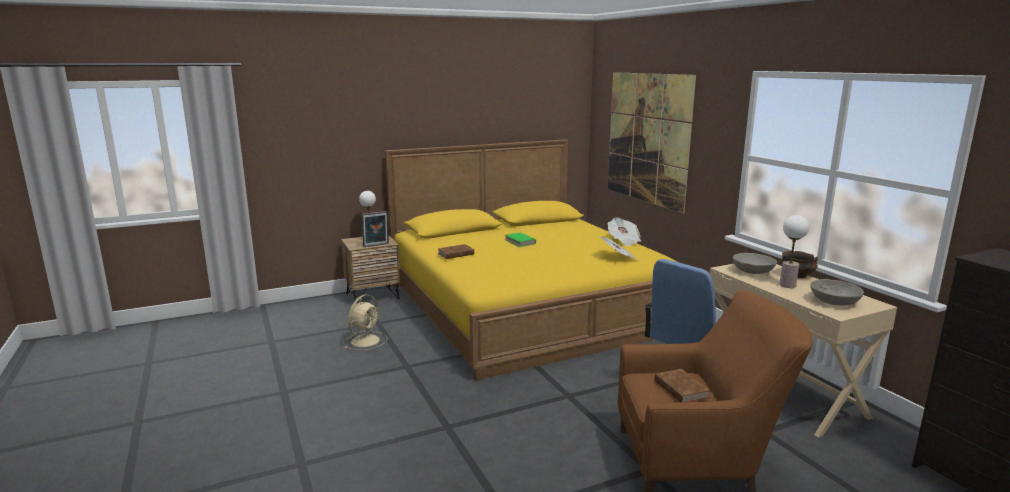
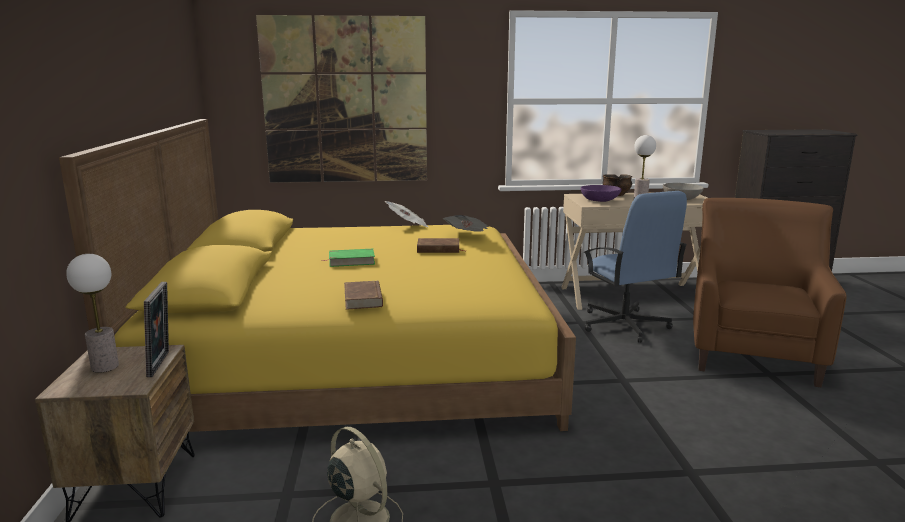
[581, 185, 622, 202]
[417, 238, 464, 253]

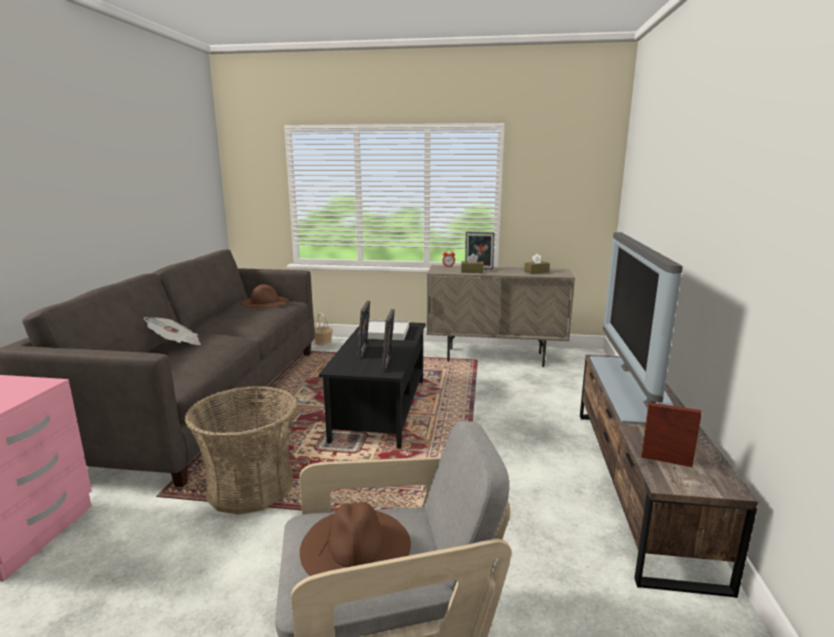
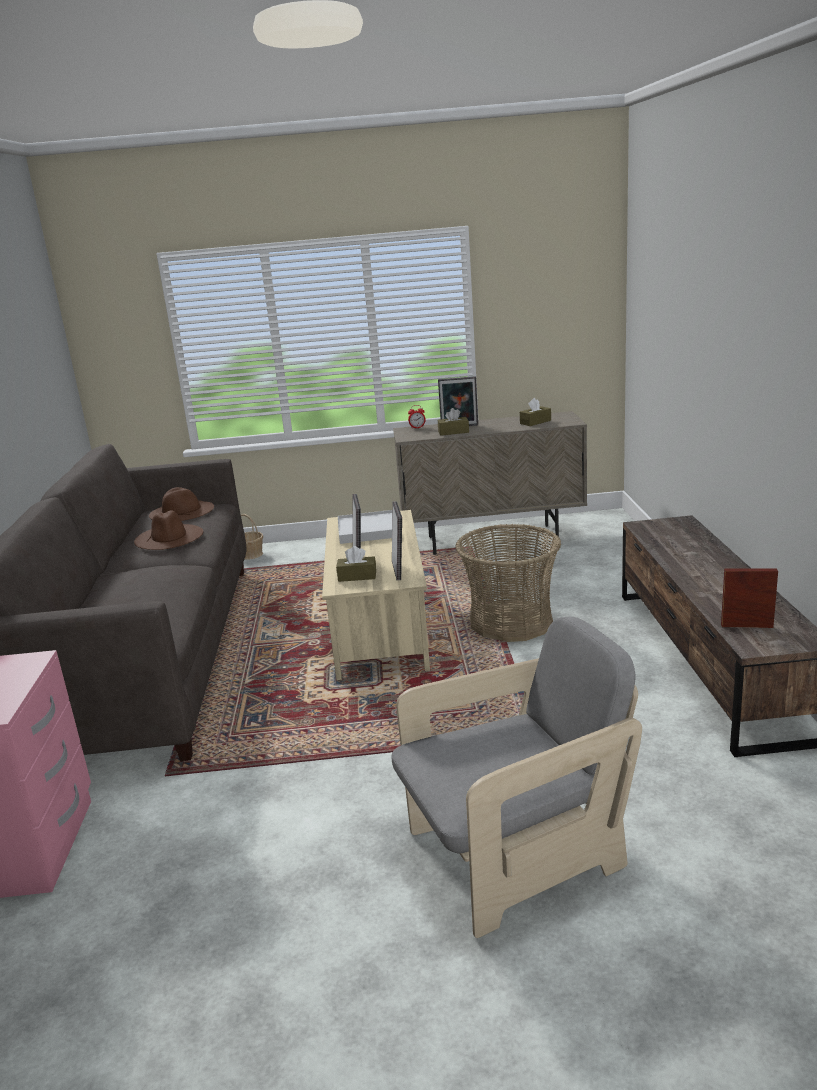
[590, 232, 683, 424] (first image)
[143, 317, 201, 345] (first image)
[322, 510, 430, 680]
[455, 524, 561, 642]
[134, 510, 203, 550]
[336, 546, 376, 582]

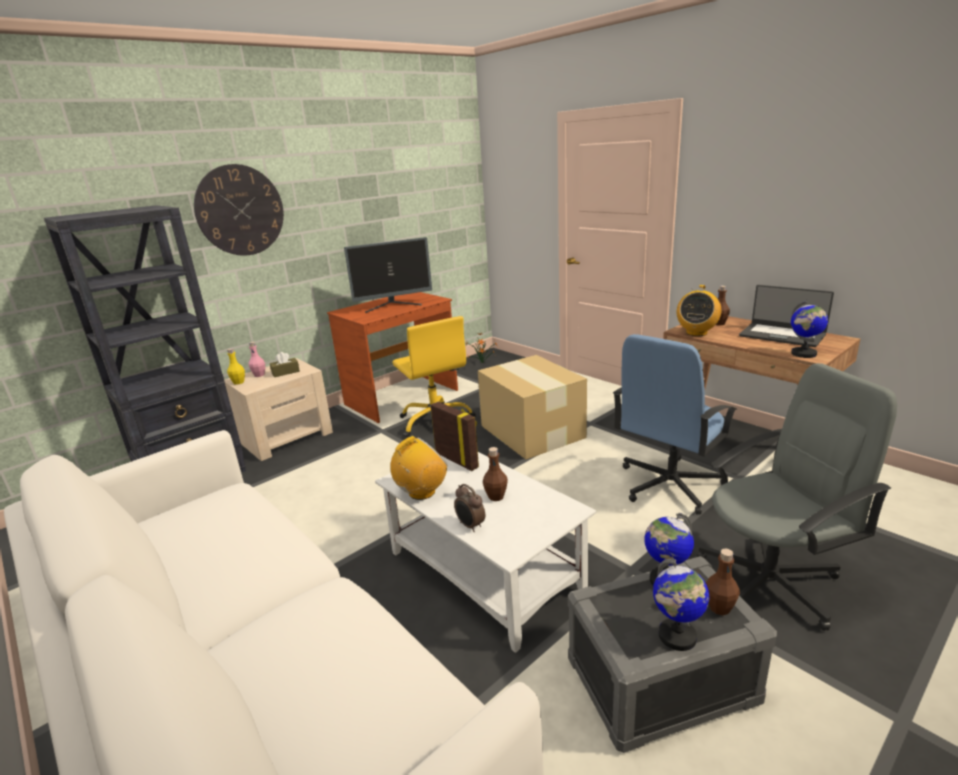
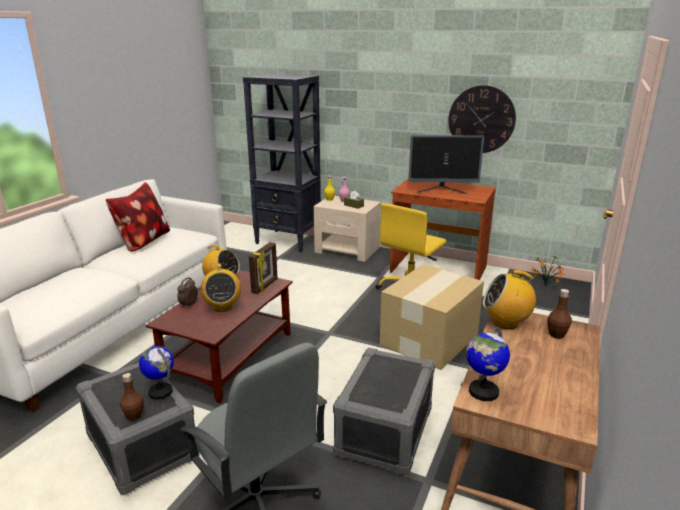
[448, 85, 516, 153]
[408, 135, 484, 194]
[739, 285, 834, 347] (first image)
[333, 348, 435, 475]
[201, 264, 241, 312]
[146, 270, 293, 403]
[653, 559, 709, 651] (first image)
[106, 182, 170, 252]

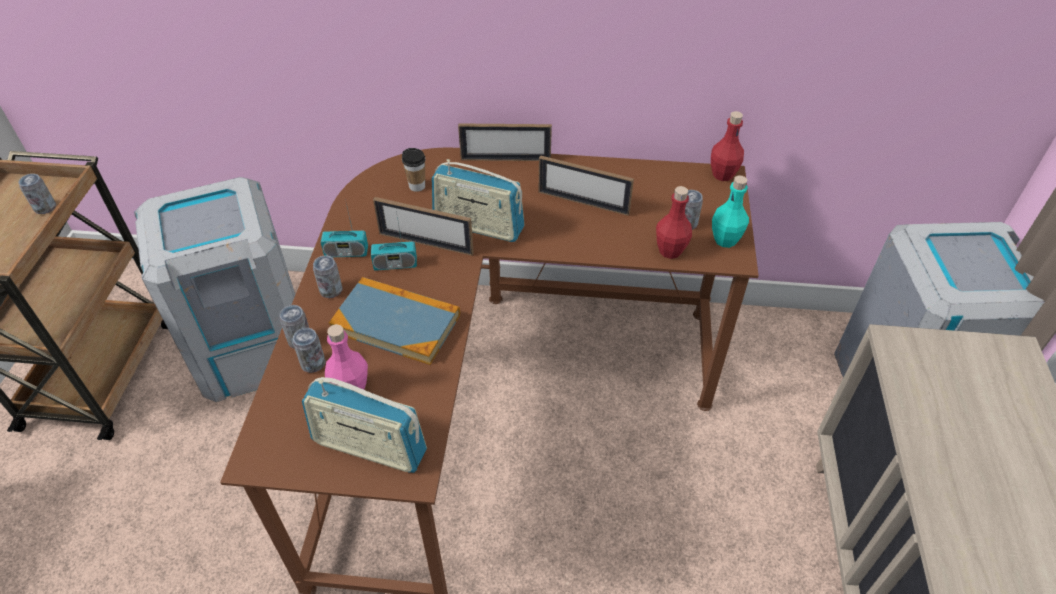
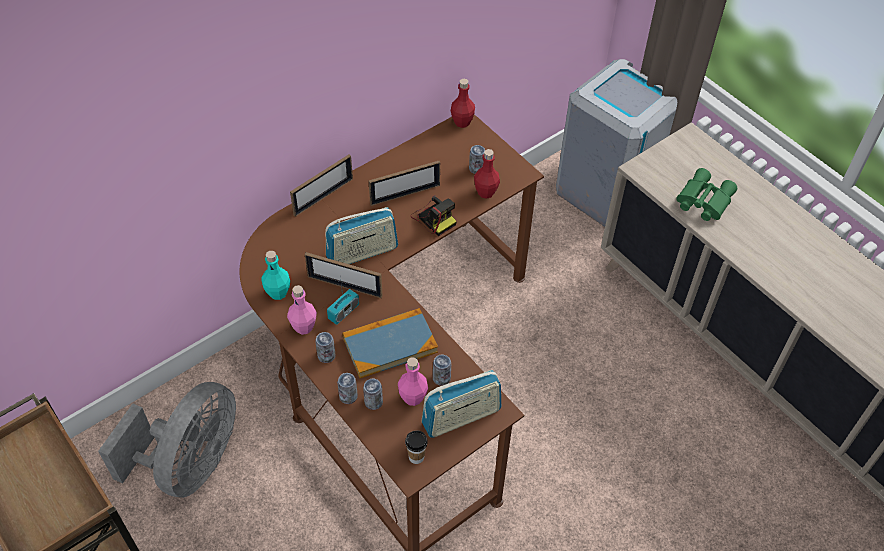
[405, 431, 428, 464]
[433, 355, 451, 386]
[261, 251, 290, 300]
[98, 382, 236, 498]
[305, 252, 383, 298]
[287, 285, 317, 335]
[676, 168, 737, 221]
[411, 195, 457, 236]

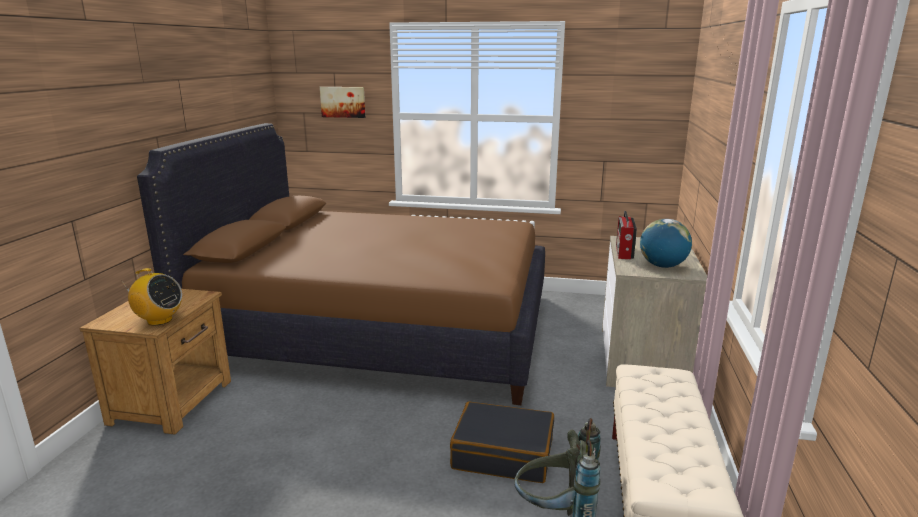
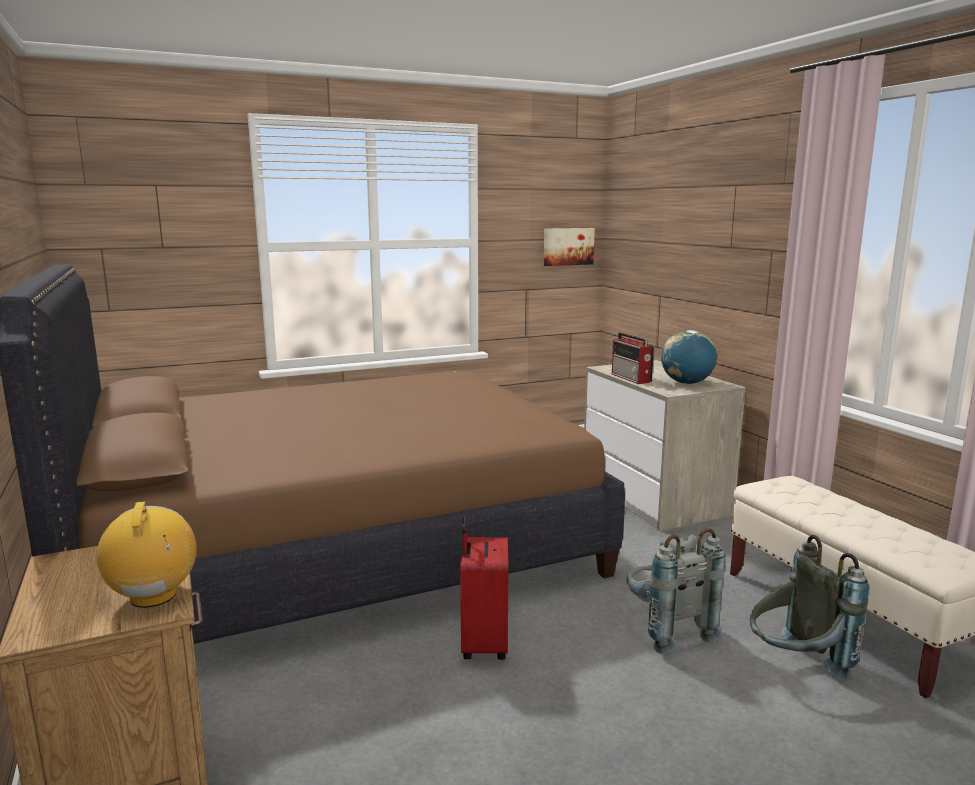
[544, 228, 595, 266]
[97, 501, 197, 608]
[626, 528, 725, 654]
[460, 517, 508, 660]

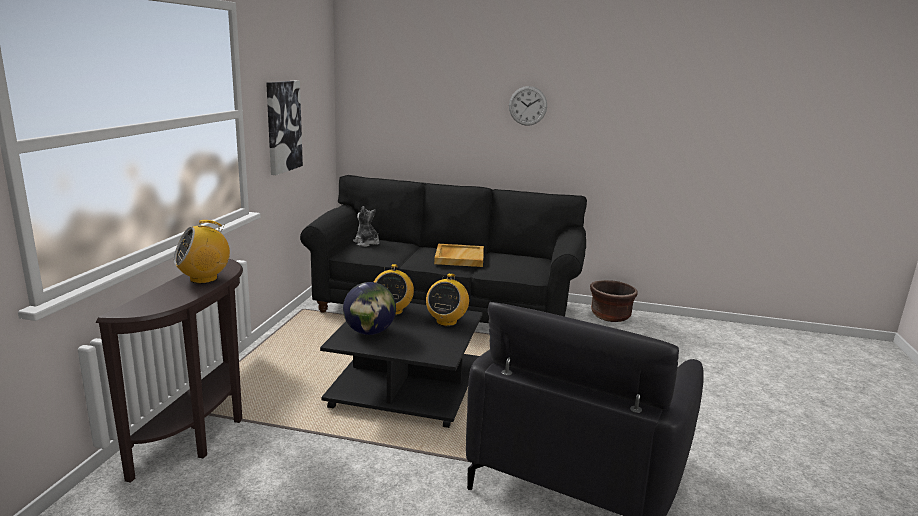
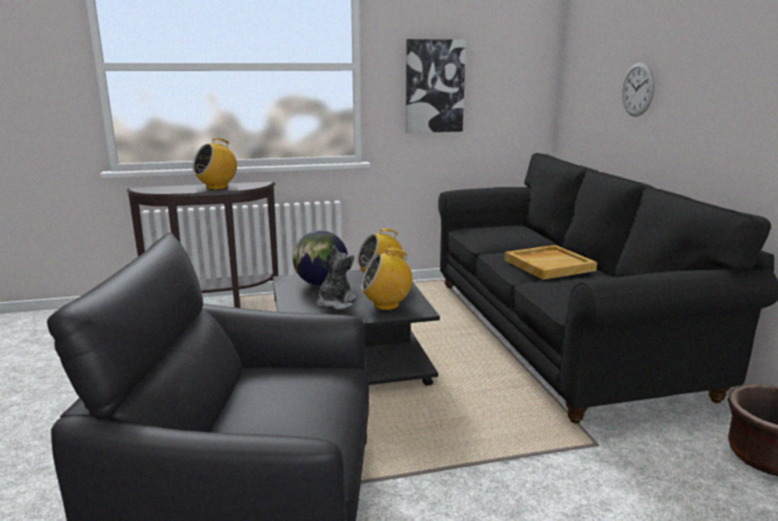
[621, 62, 655, 117]
[317, 245, 356, 310]
[193, 138, 237, 190]

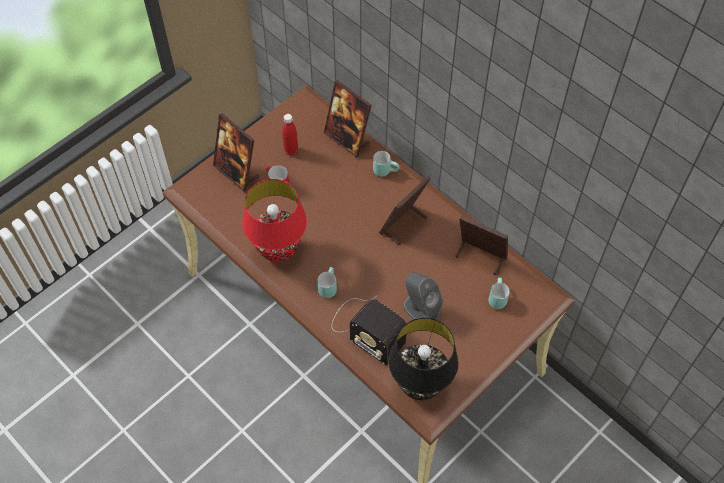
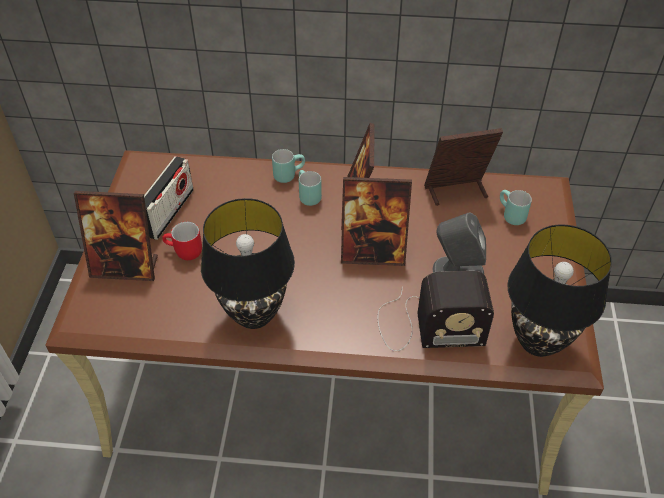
[341, 177, 412, 266]
[144, 156, 194, 240]
[201, 198, 295, 329]
[299, 170, 322, 206]

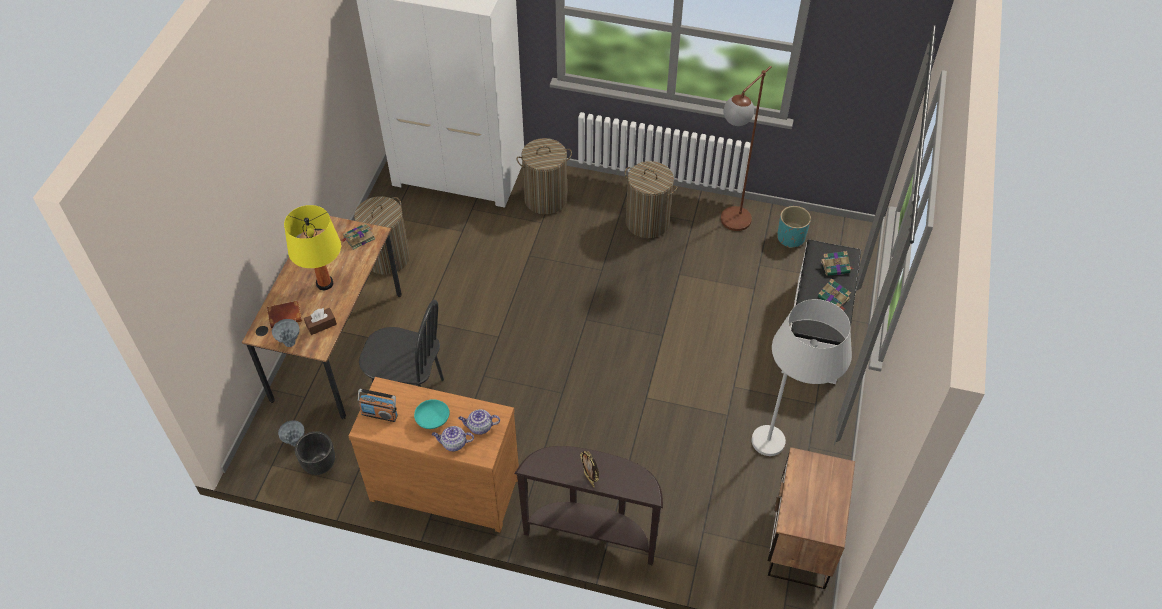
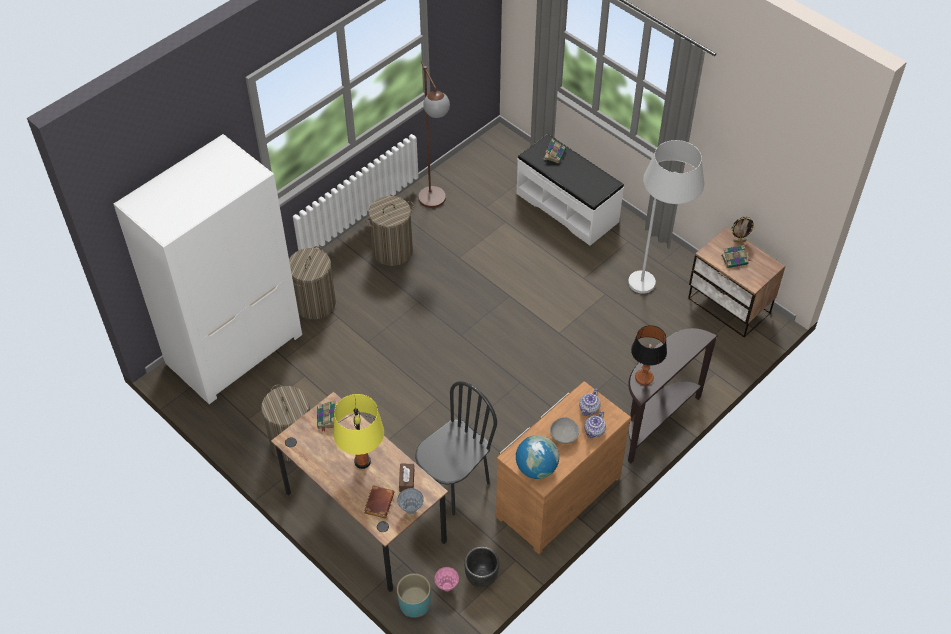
[397, 573, 431, 618]
[721, 245, 751, 268]
[516, 435, 559, 479]
[550, 417, 579, 444]
[434, 567, 459, 591]
[731, 217, 755, 242]
[631, 325, 667, 385]

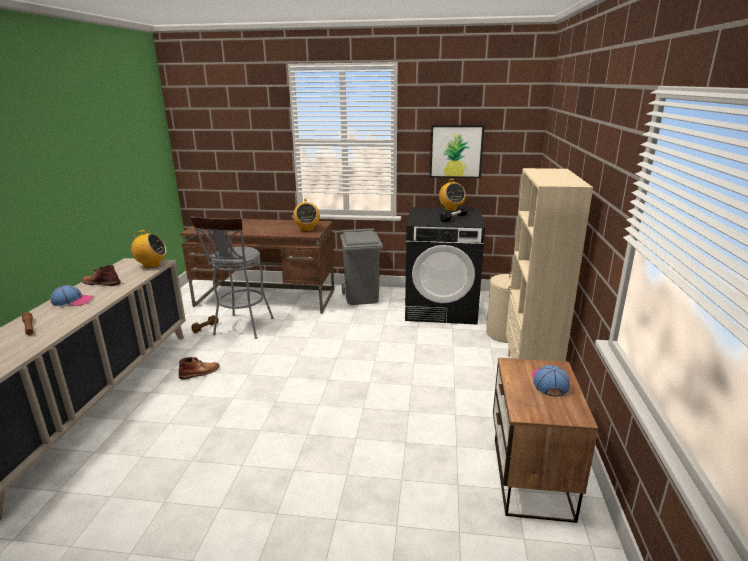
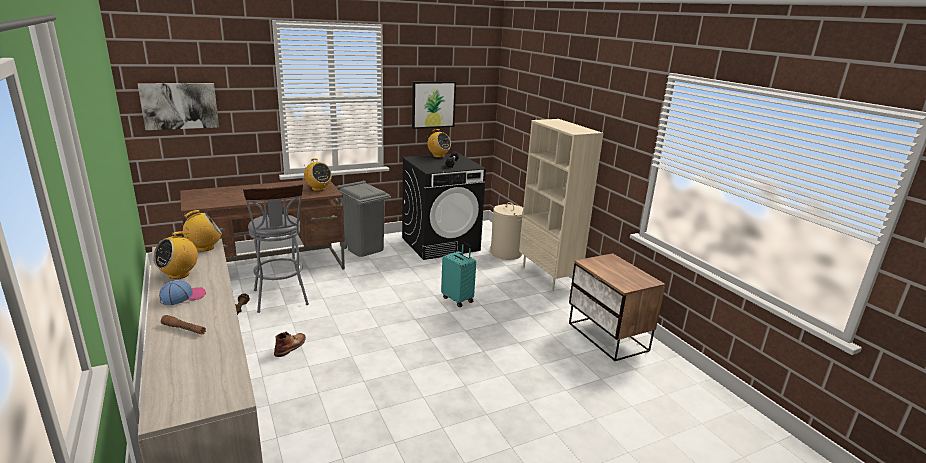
[154, 231, 198, 279]
[531, 365, 570, 397] (first image)
[138, 83, 219, 130]
[441, 242, 476, 307]

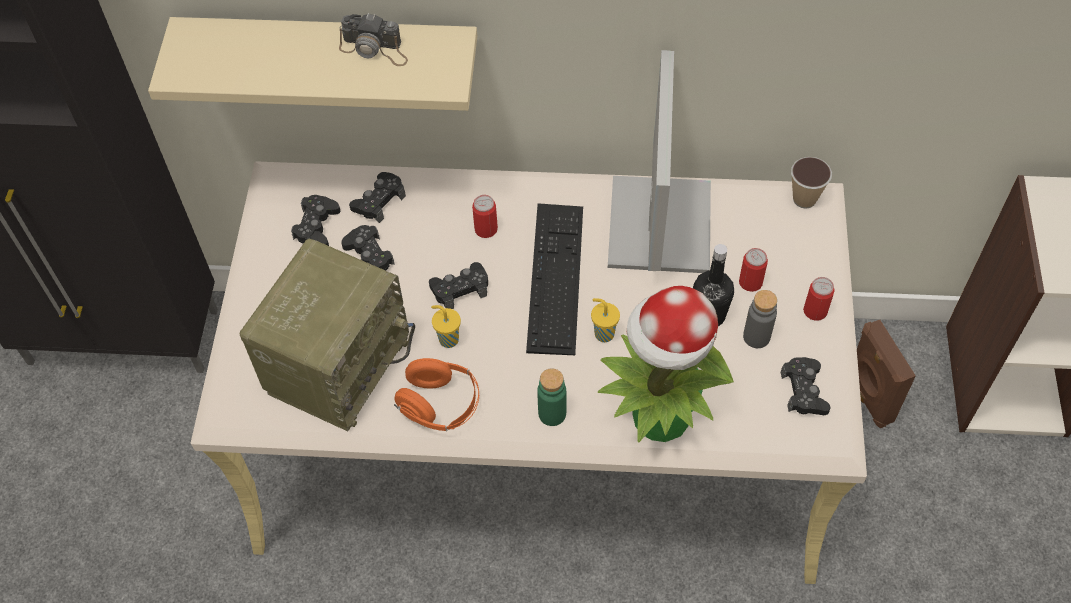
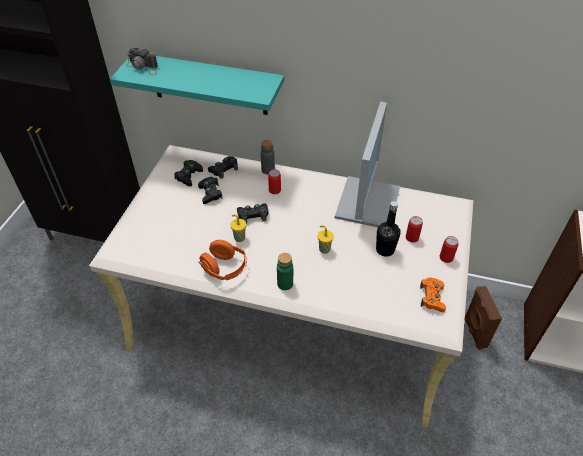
[126, 47, 158, 75]
[110, 56, 284, 115]
[791, 157, 832, 209] (first image)
[526, 203, 583, 355] (first image)
[240, 239, 415, 431] (first image)
[597, 286, 734, 443] (first image)
[261, 140, 275, 174]
[420, 277, 446, 312]

